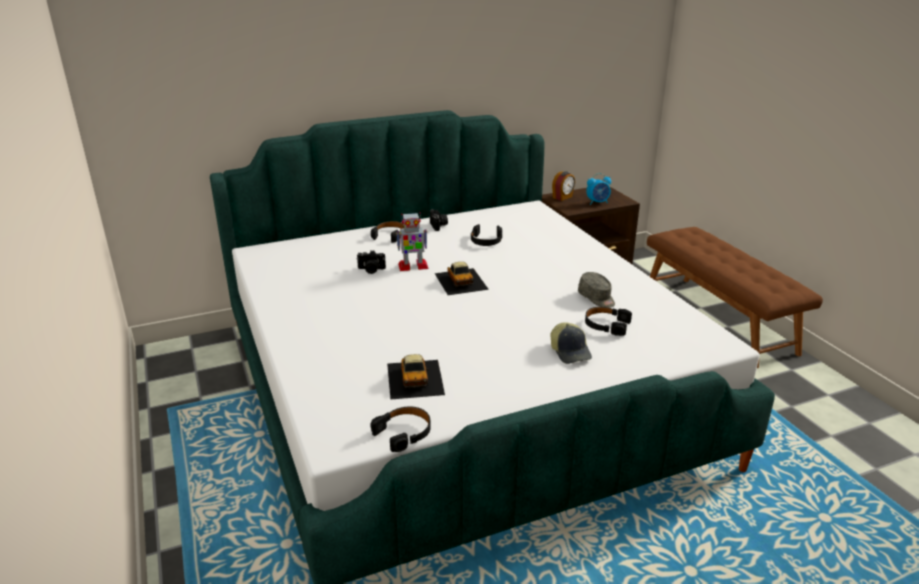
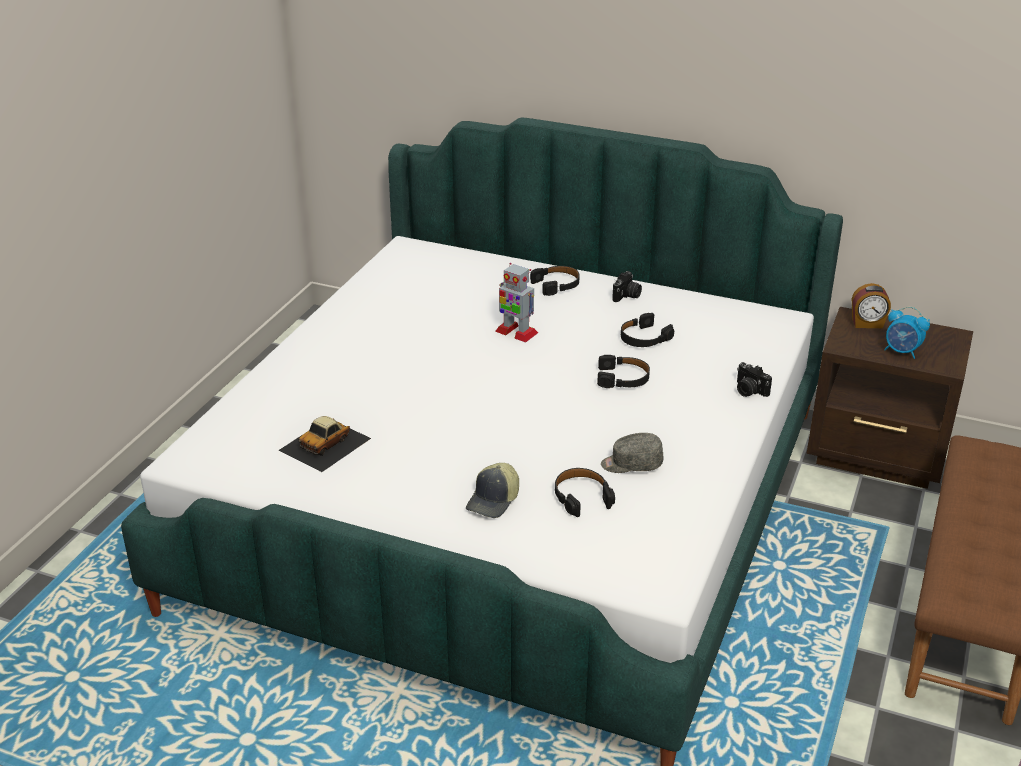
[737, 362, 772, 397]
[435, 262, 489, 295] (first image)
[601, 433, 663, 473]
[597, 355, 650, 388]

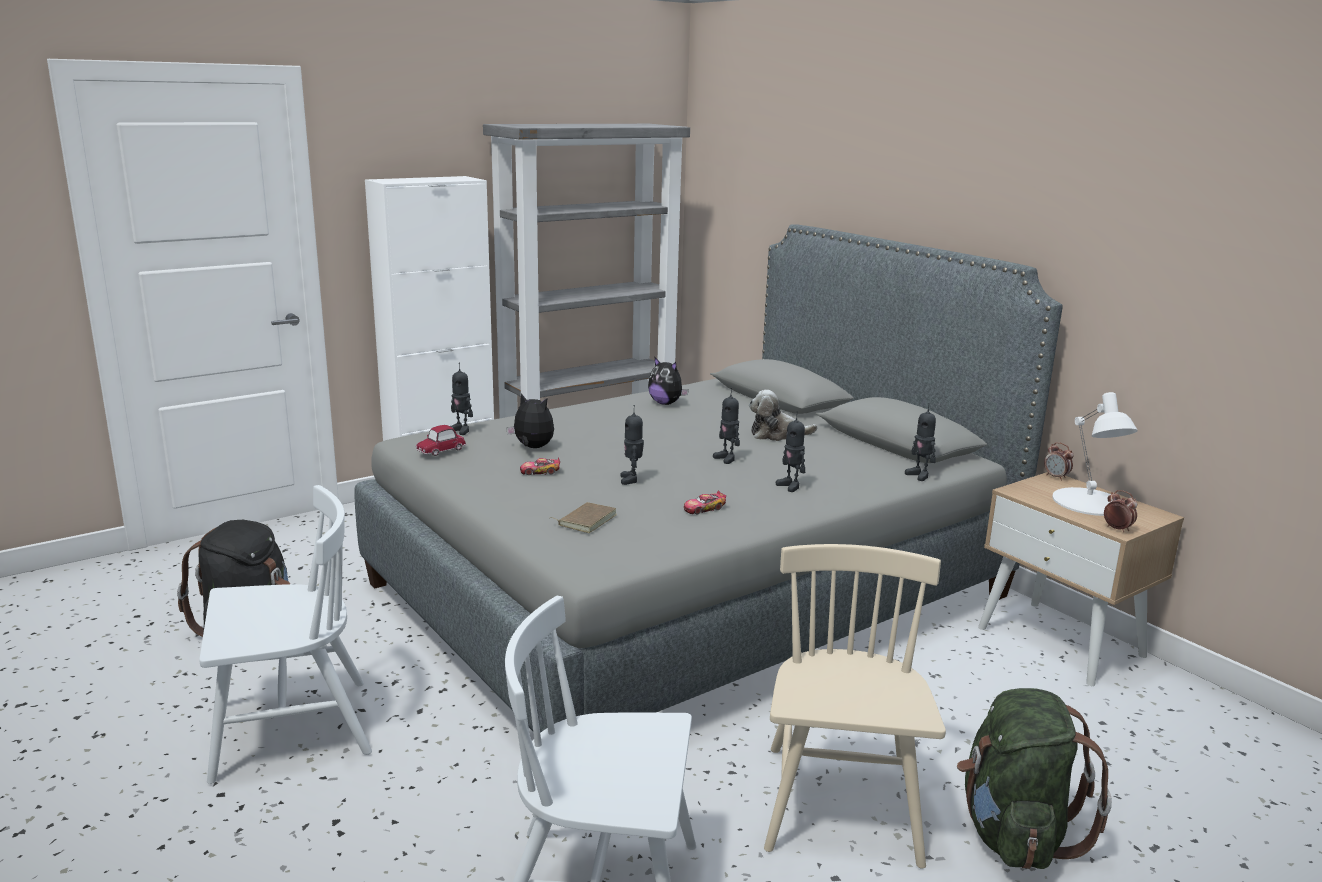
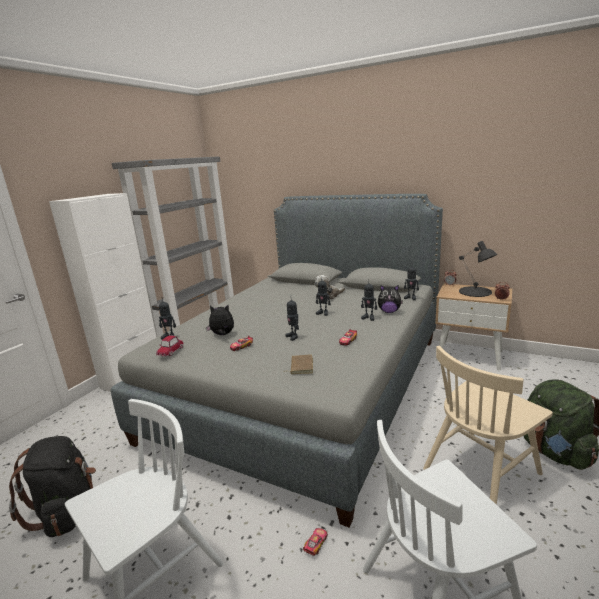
[378, 285, 403, 313]
[459, 241, 498, 297]
[423, 346, 553, 505]
[303, 528, 328, 556]

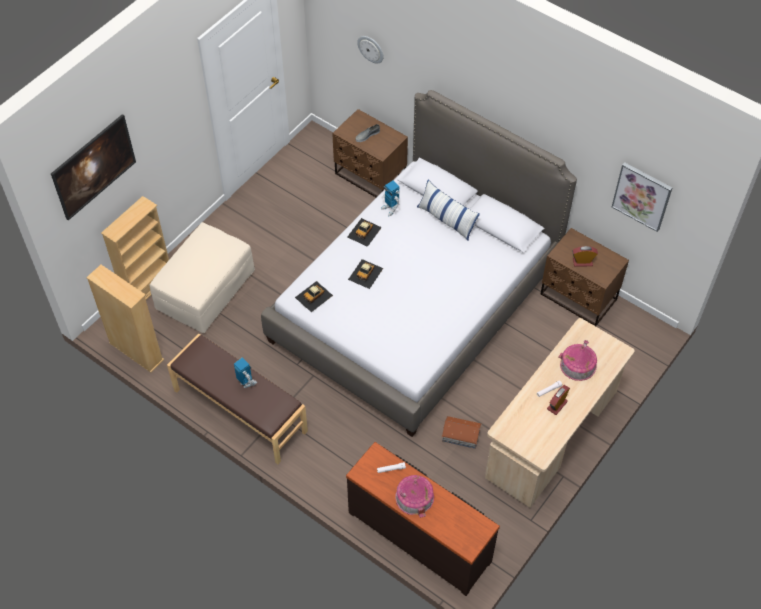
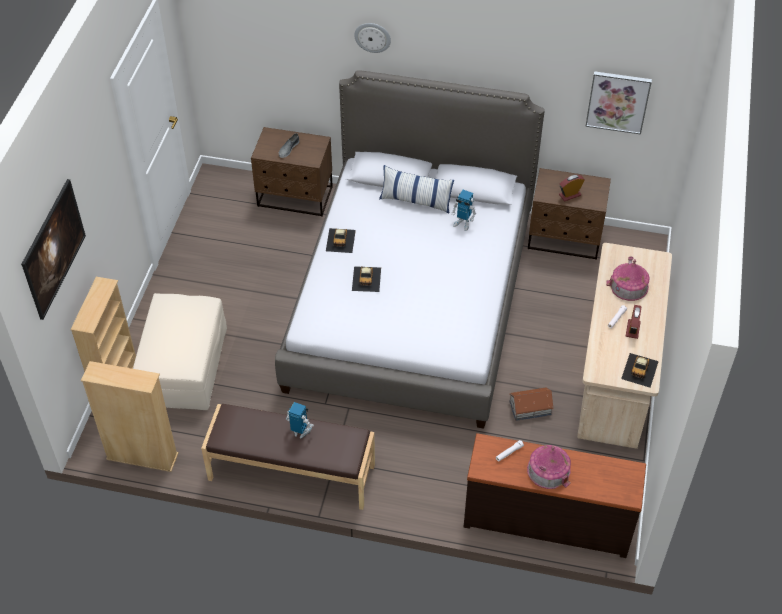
[354, 23, 391, 53]
[452, 190, 476, 231]
[621, 353, 659, 387]

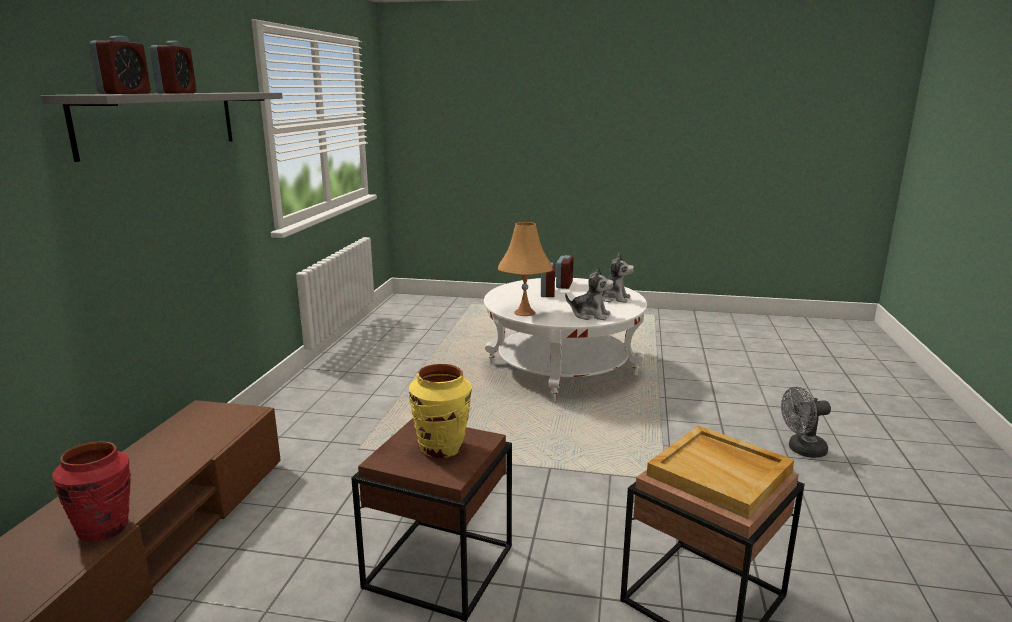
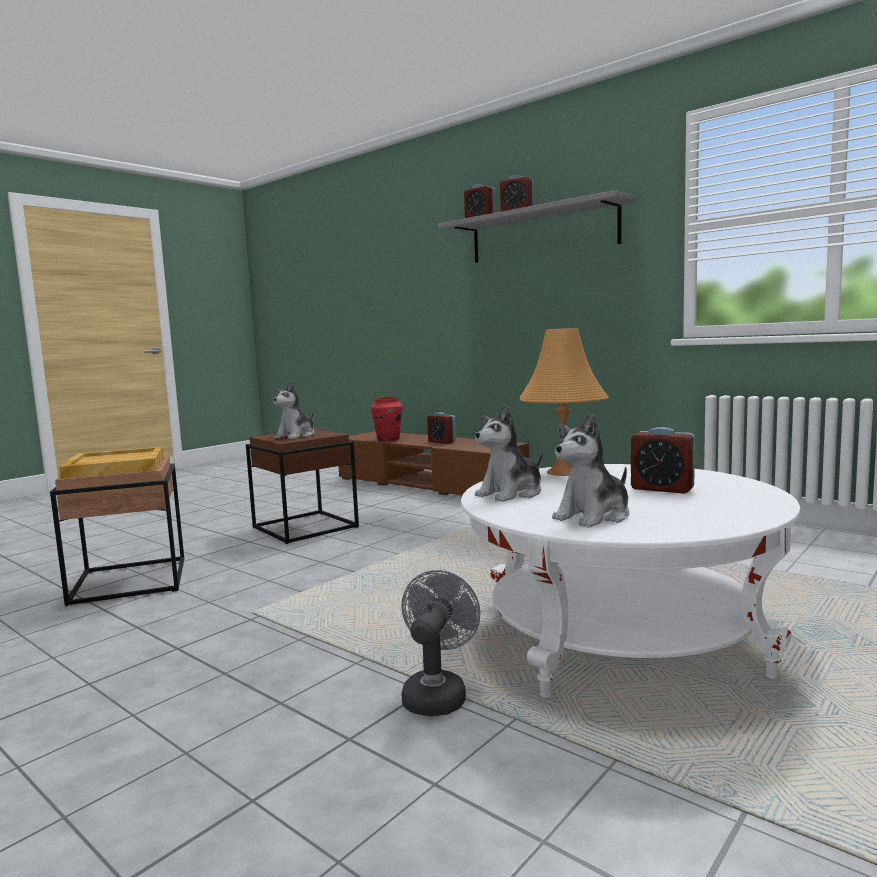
[427, 412, 456, 444]
[273, 381, 315, 439]
[401, 570, 481, 716]

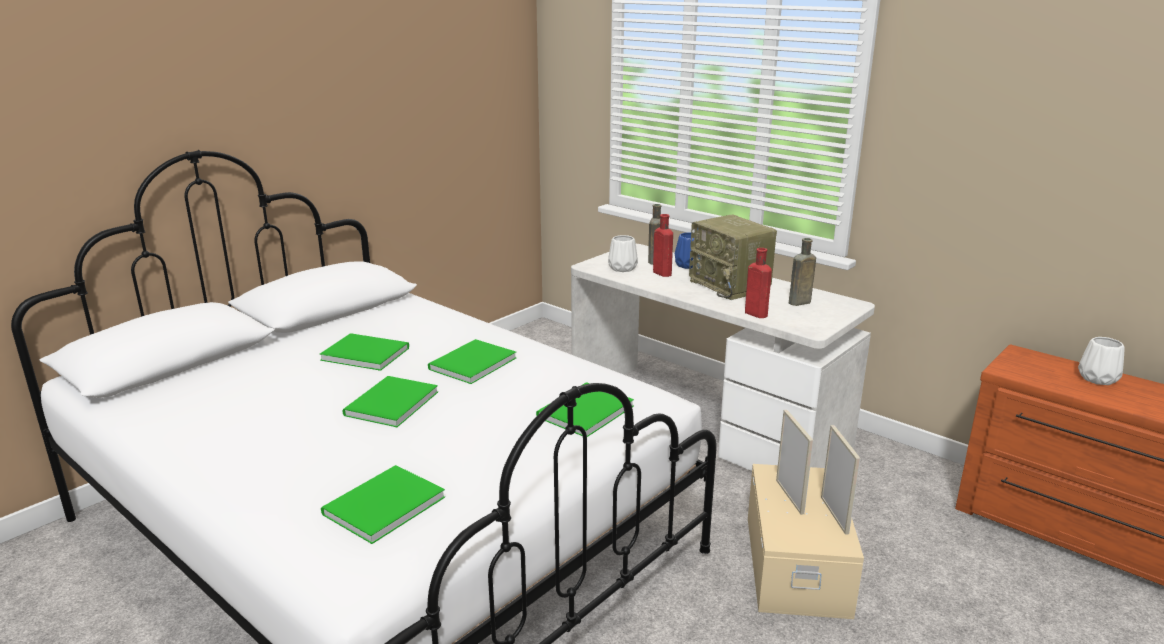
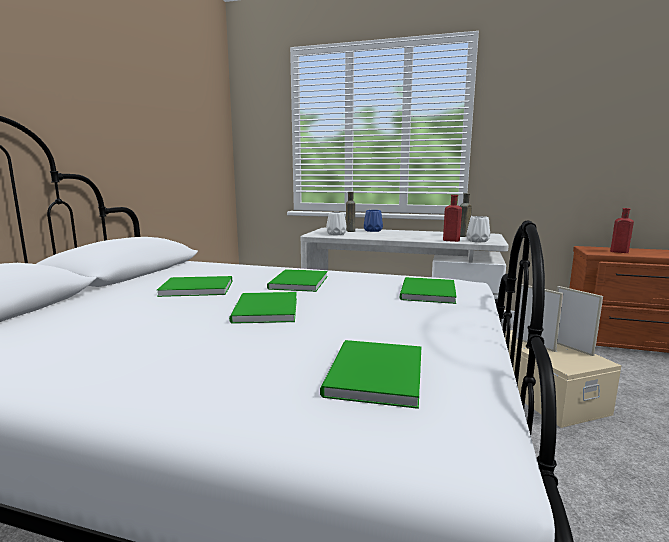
[610, 208, 634, 253]
[689, 215, 777, 300] (first image)
[466, 216, 490, 242]

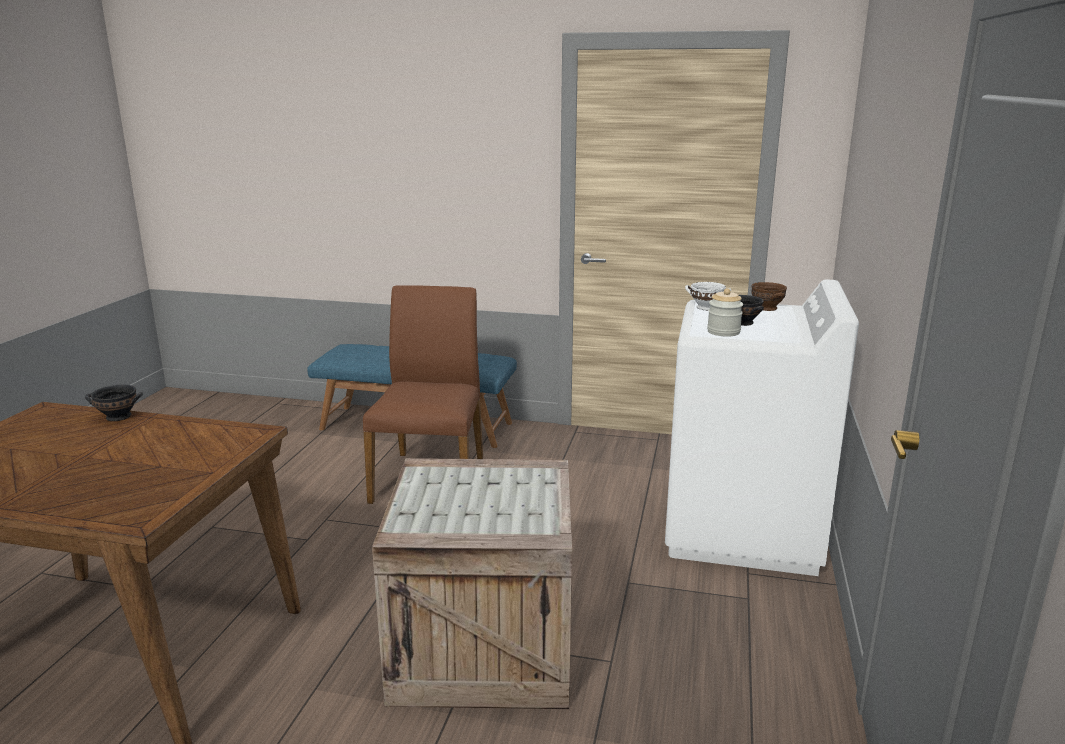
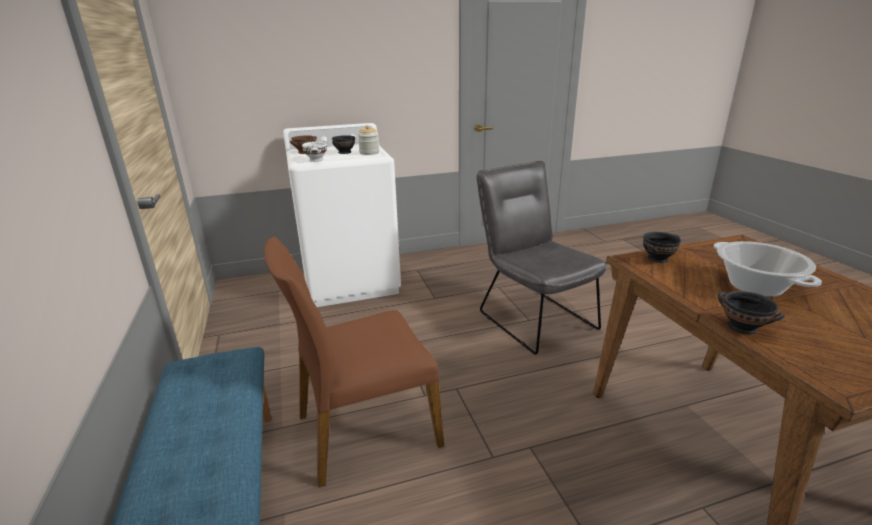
[477, 161, 608, 355]
[643, 232, 681, 263]
[714, 241, 822, 297]

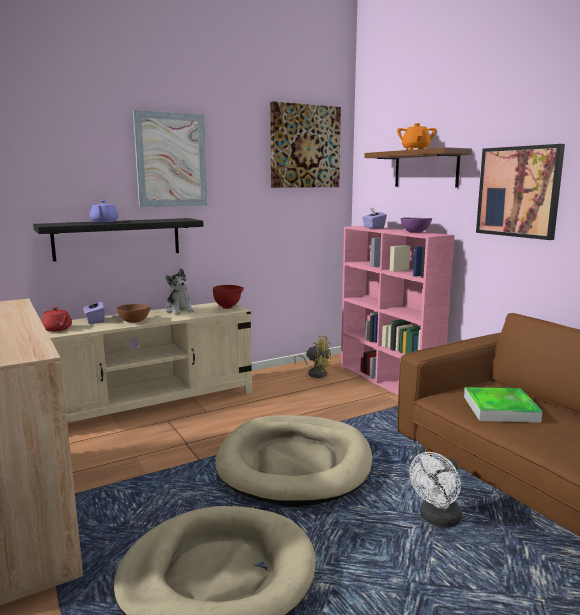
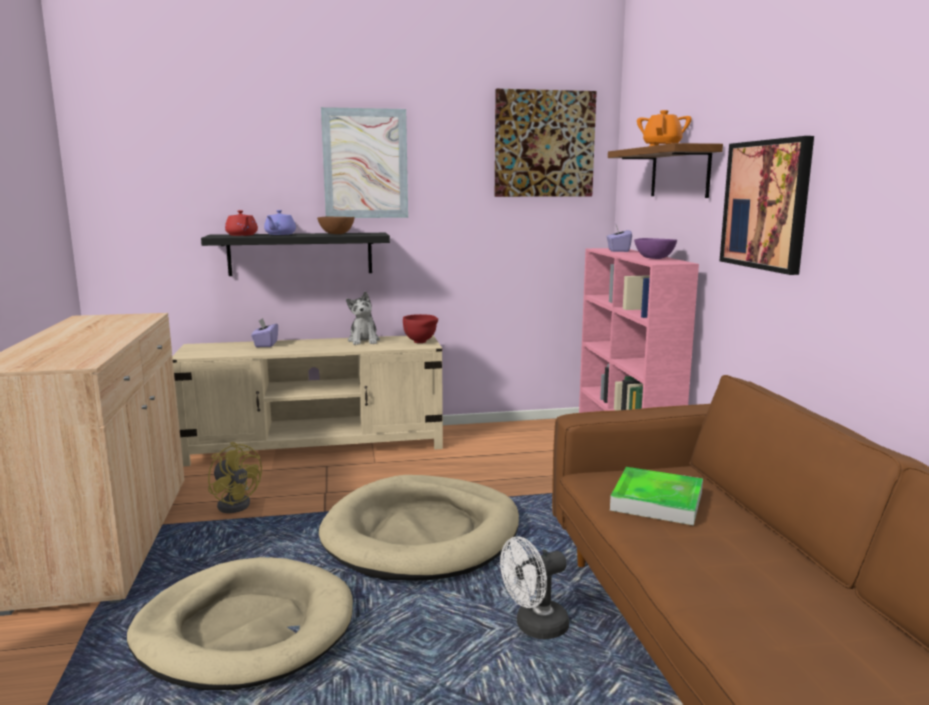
[317, 216, 354, 234]
[225, 210, 258, 236]
[208, 442, 262, 513]

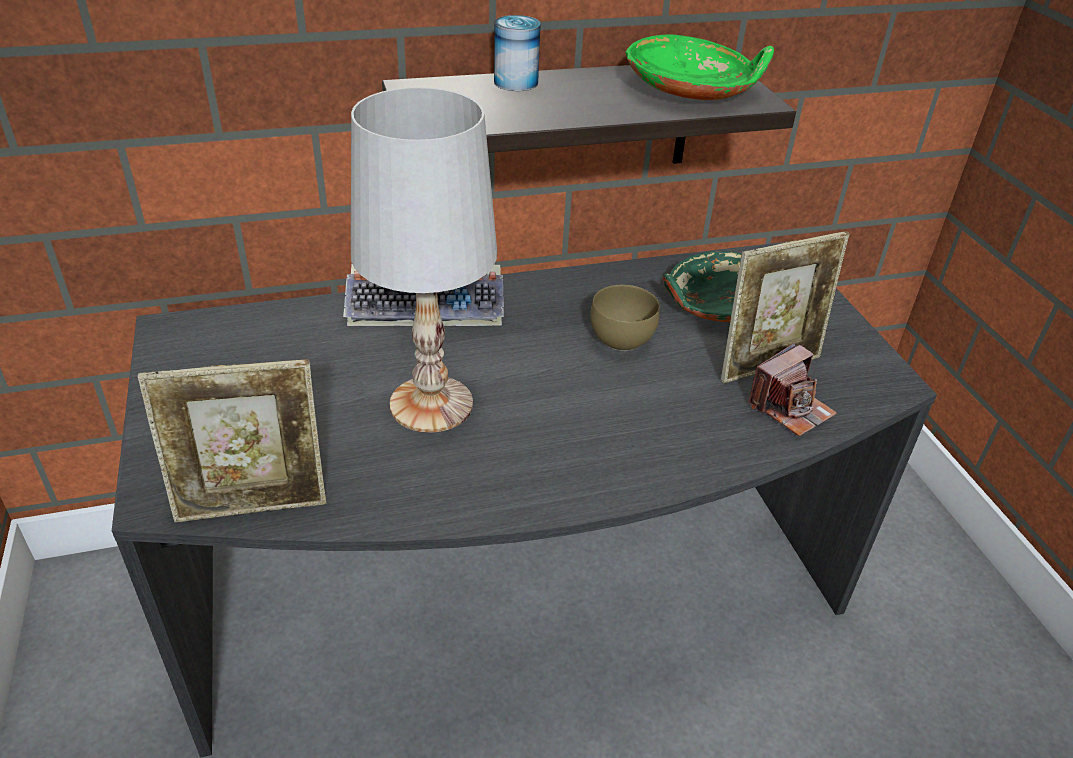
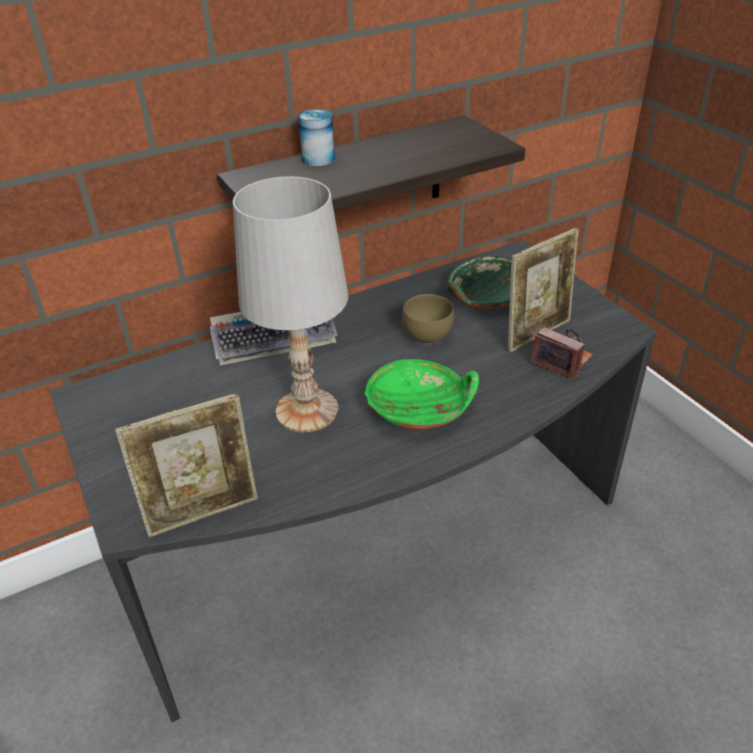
[364, 359, 479, 430]
[531, 327, 593, 379]

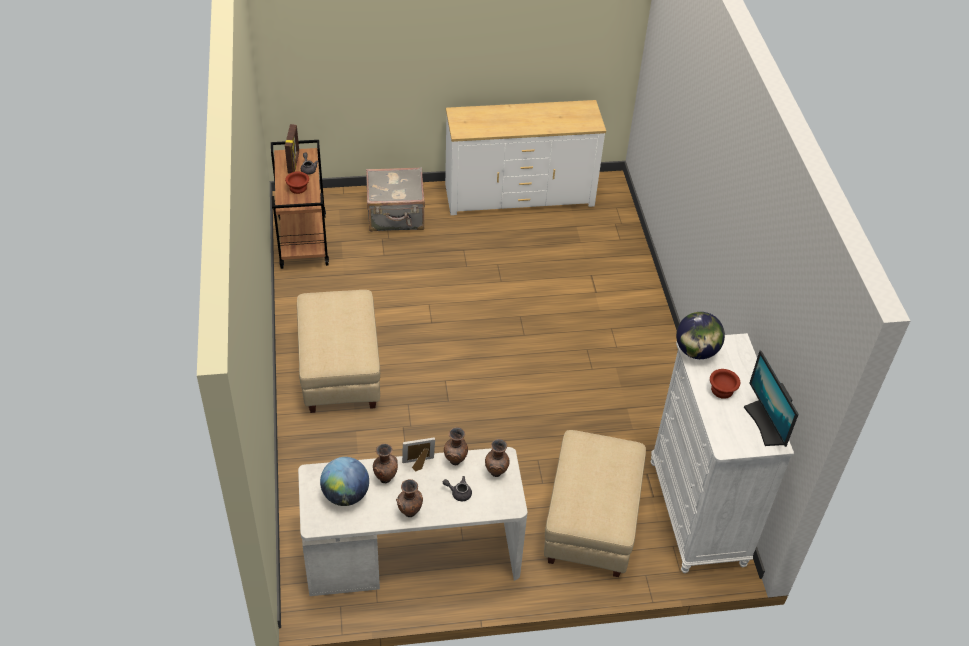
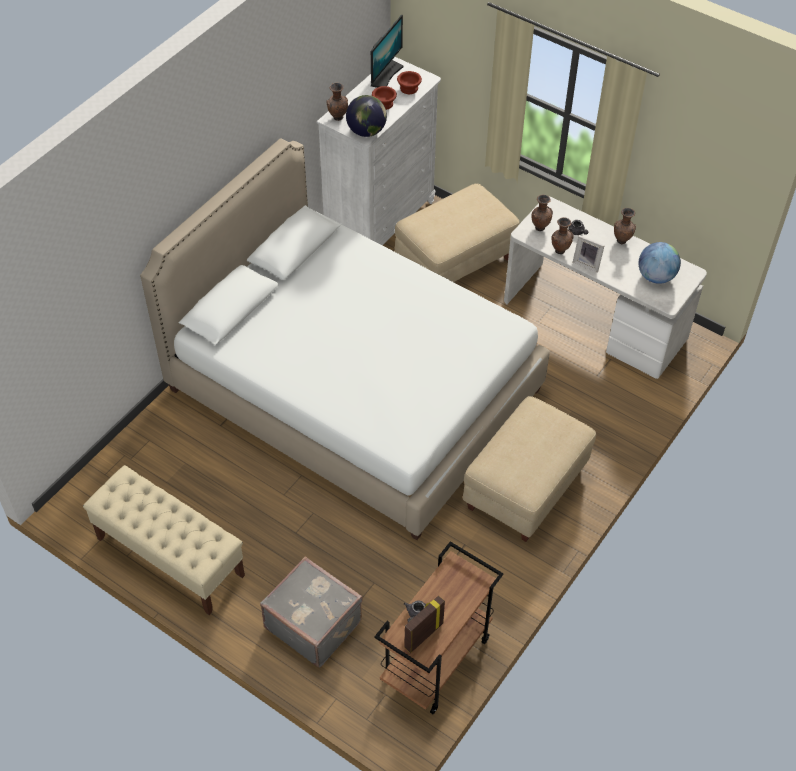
[83, 465, 245, 615]
[397, 71, 422, 94]
[326, 83, 348, 121]
[140, 139, 550, 540]

